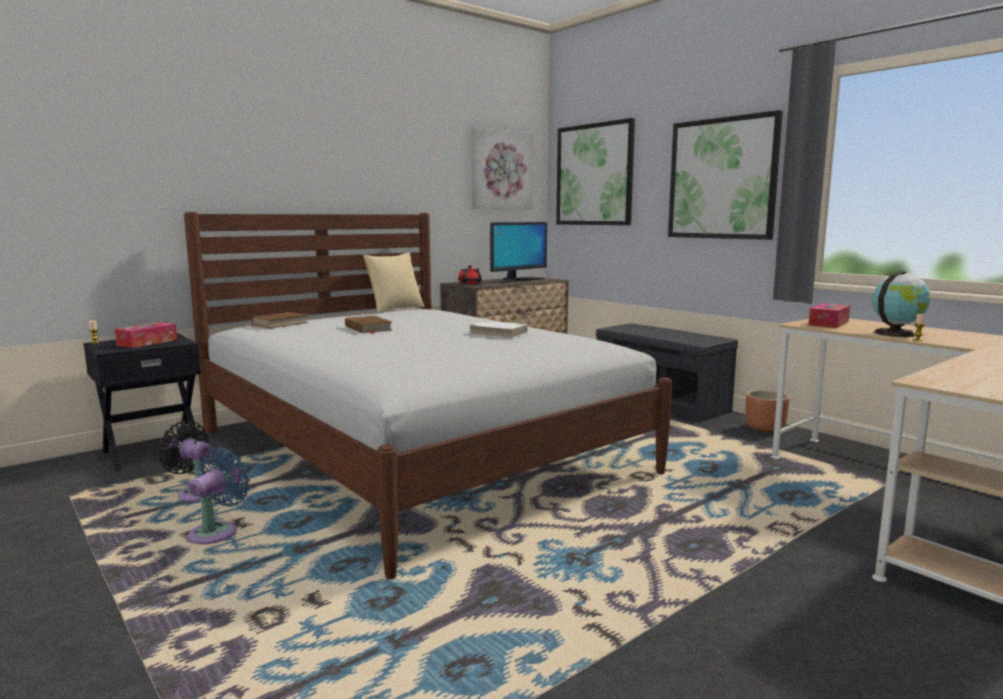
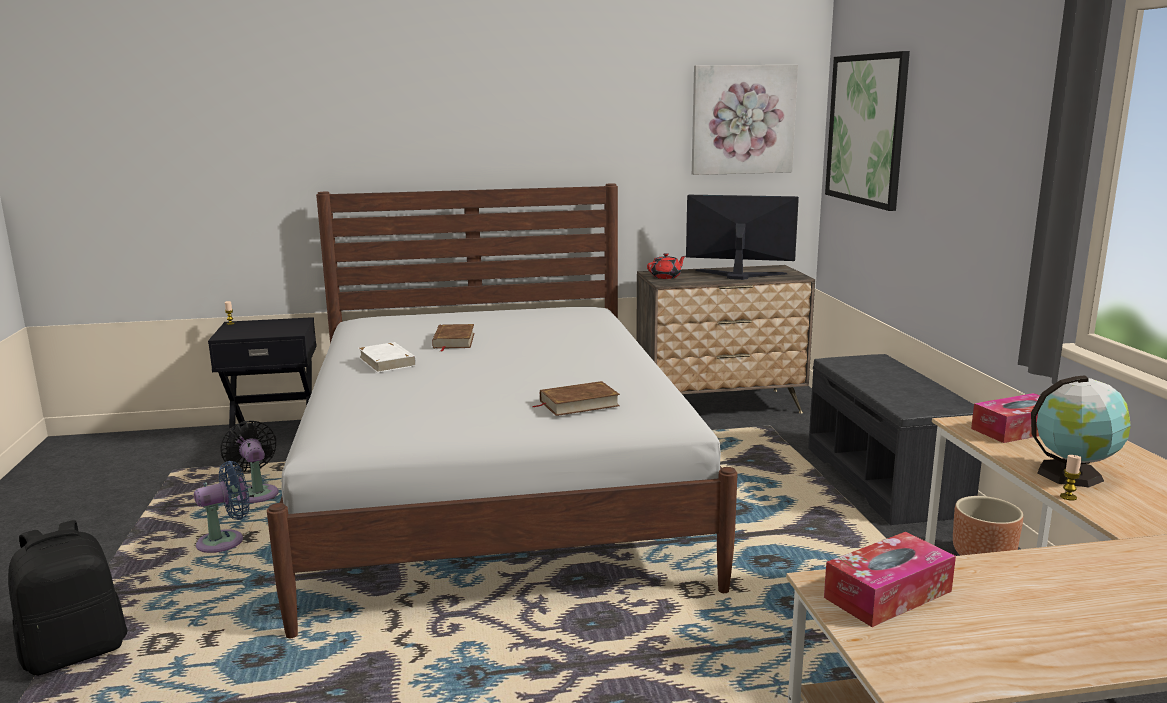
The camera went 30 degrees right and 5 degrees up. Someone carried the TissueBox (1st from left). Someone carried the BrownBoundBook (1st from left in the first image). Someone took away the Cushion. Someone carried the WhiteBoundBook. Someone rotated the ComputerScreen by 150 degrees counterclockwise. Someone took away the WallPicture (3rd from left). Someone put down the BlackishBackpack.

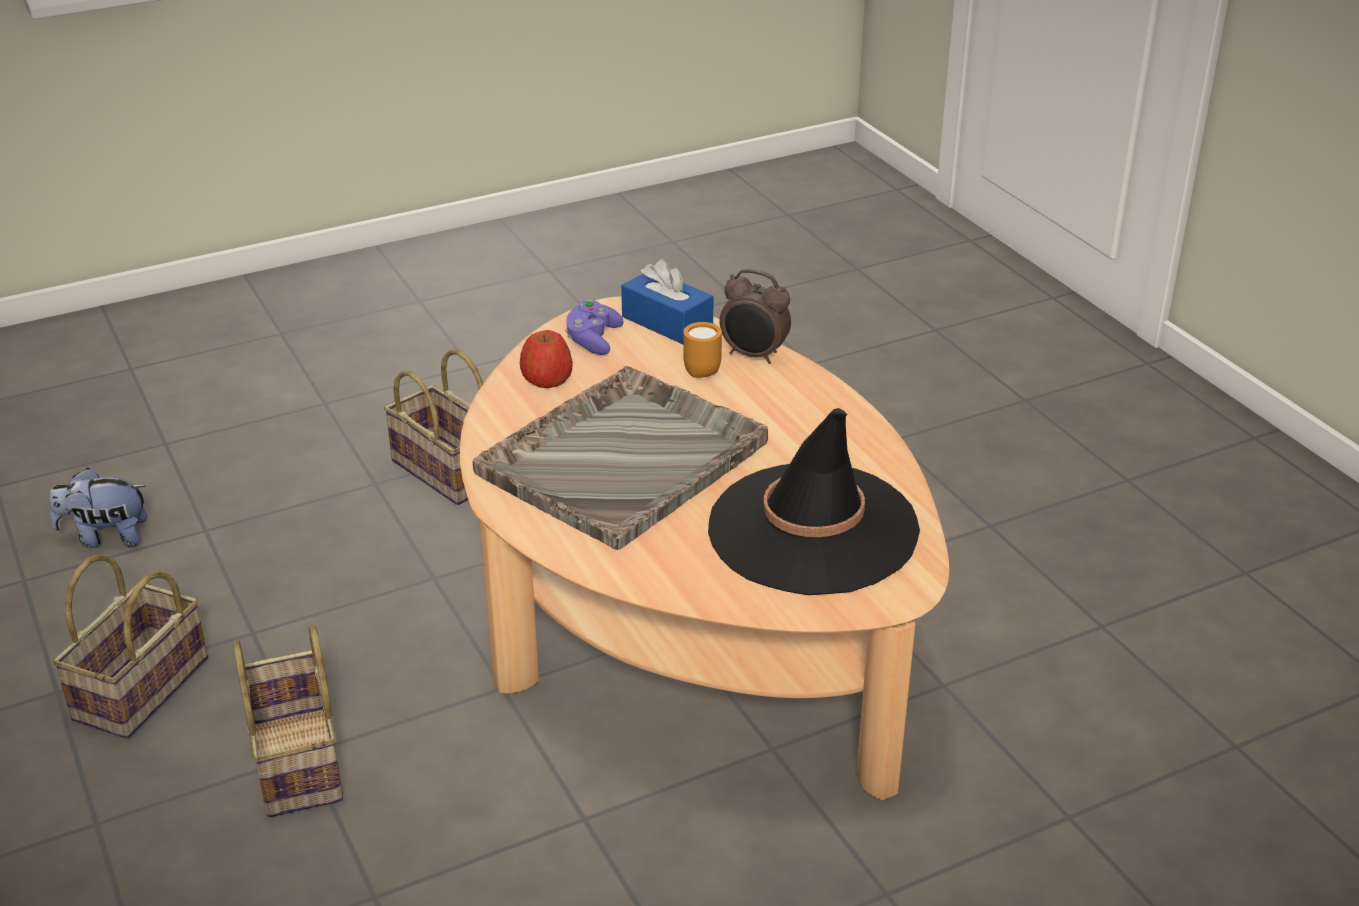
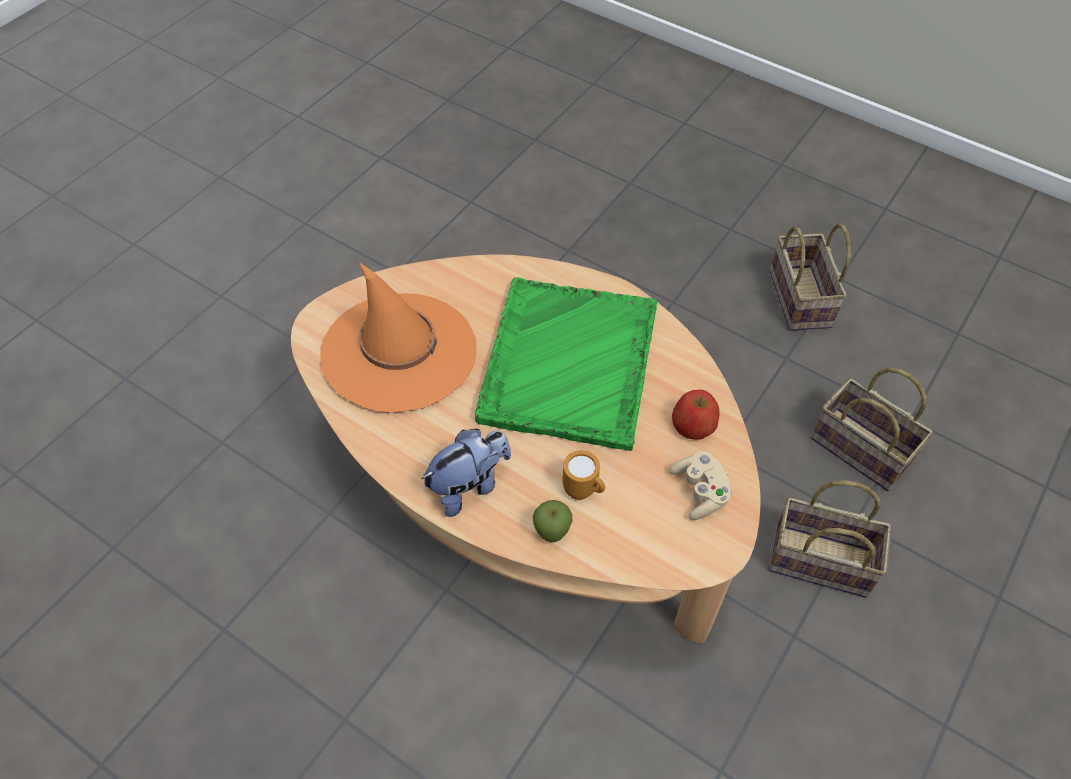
The camera went 150 degrees right and 20 degrees up. Someone carried the PlushToy. Someone carried the Basket (2nd from left in the first image). Someone repainted the GreyCarryingTray, which became the GreenishCarryingTray. Someone repainted the PurpleGamepad, which became the BeigeColouredGamepad. Someone took away the BlueColouredTissueBox. Someone repainted the BlackishHat, which became the OrangeColouredHat. Someone swapped the BedsideClock for the Apple (1st from left).

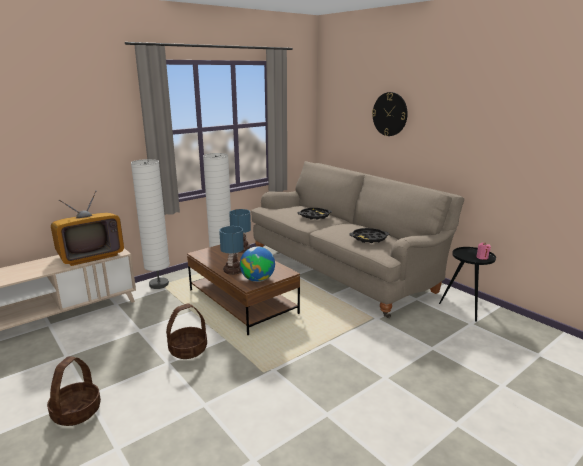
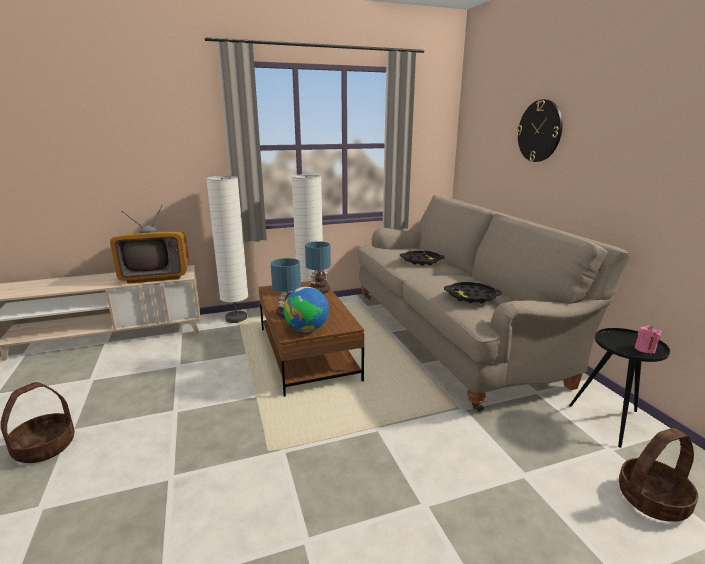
The camera went 20 degrees right and 0 degrees up. Someone carried the Basket (2nd from left).

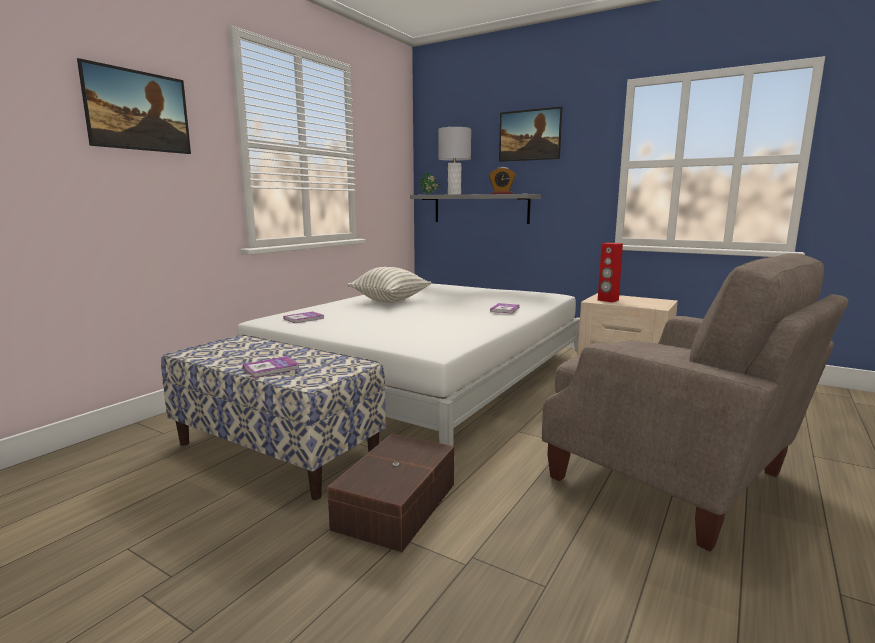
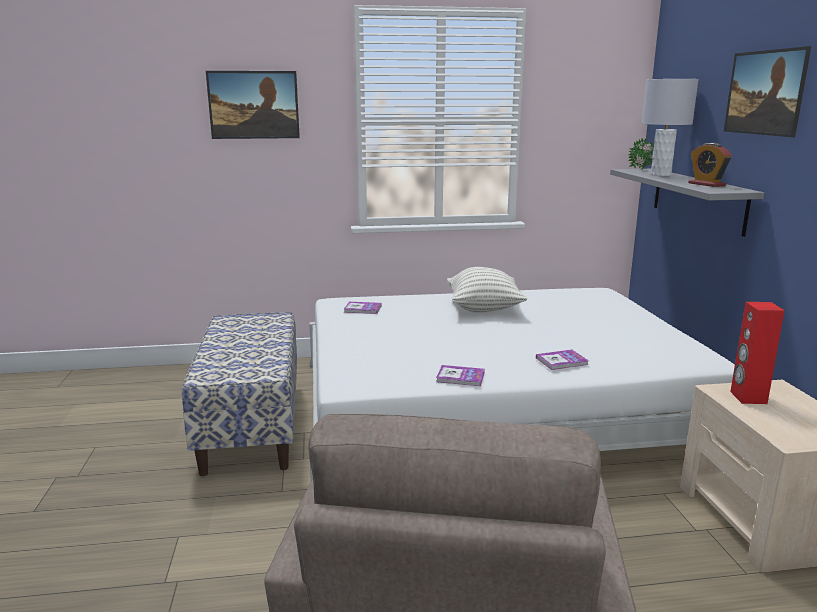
The camera went 50 degrees right and 5 degrees up. Someone carried the BoundBook (1st from left in the first image). Someone took away the BrownStorageBin.

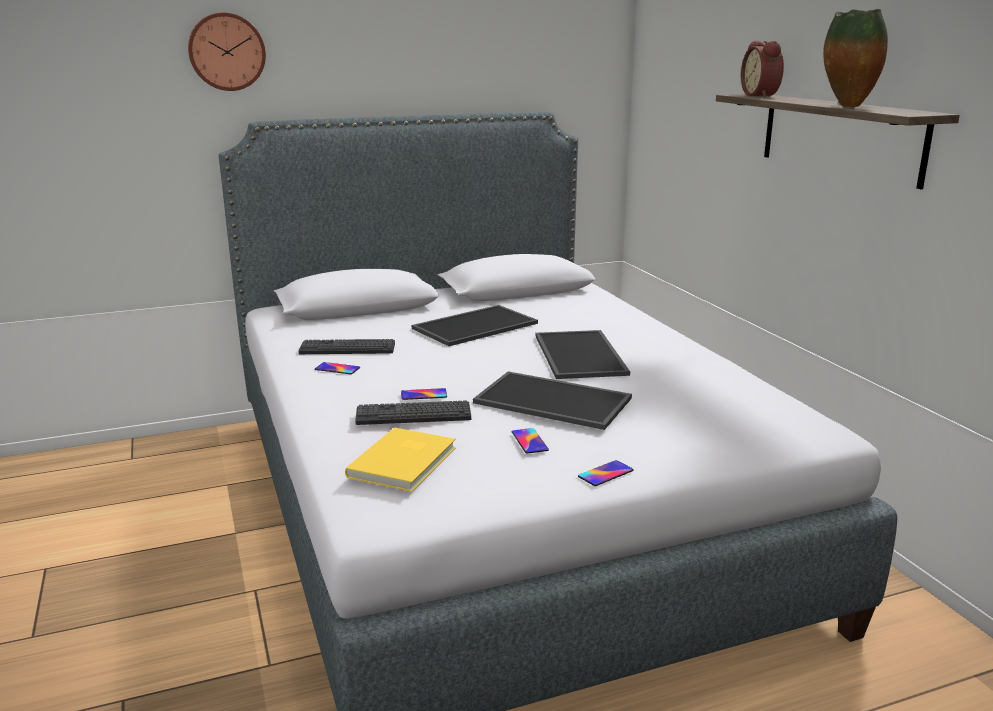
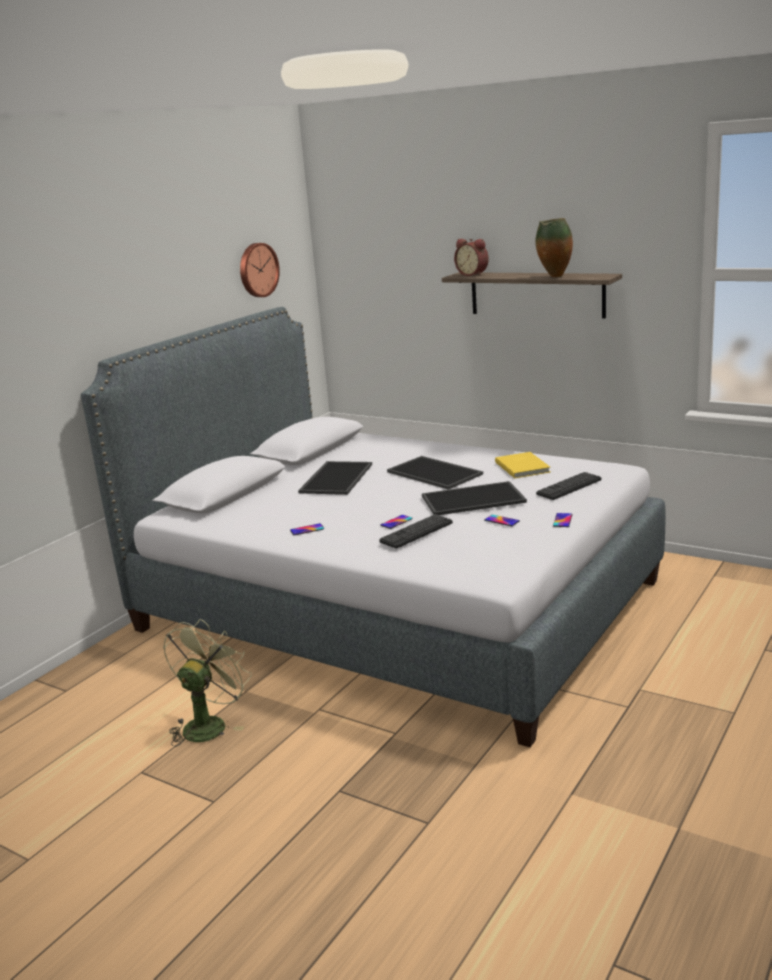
The camera went 35 degrees left and 0 degrees up. Someone carried the ClockOnTheWall. Someone carried the PcKeyboard (1st from left in the first image). Someone carried the YellowColouredBoundBook. Someone put down the GreenishFan.

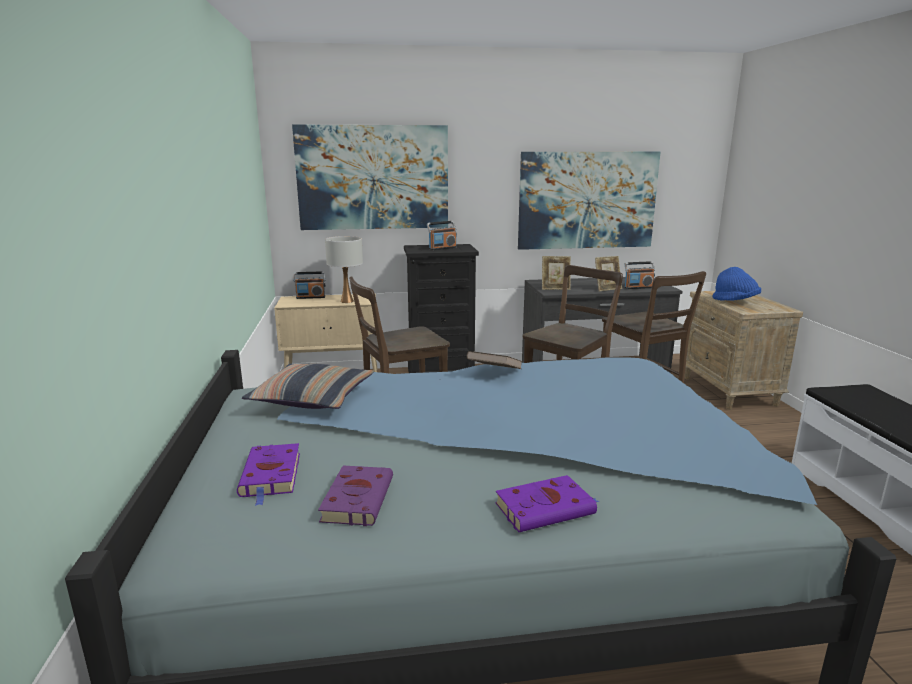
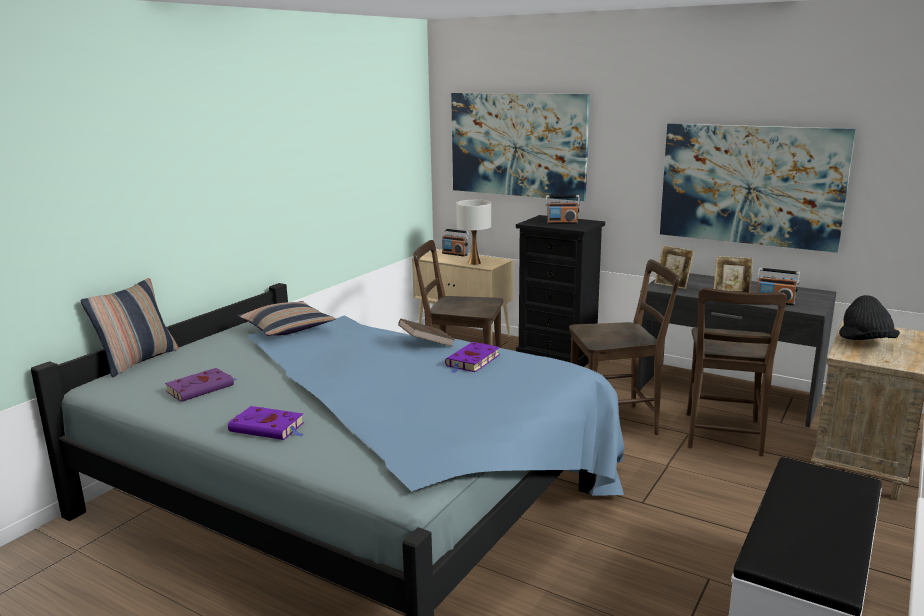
The camera went 40 degrees right and 0 degrees up. Someone carried the PurpleBoundBook (1st from left in the first image). Someone repainted the BlueColouredHat, which became the BlackishHat. Someone put down the Cushion (1st from left).

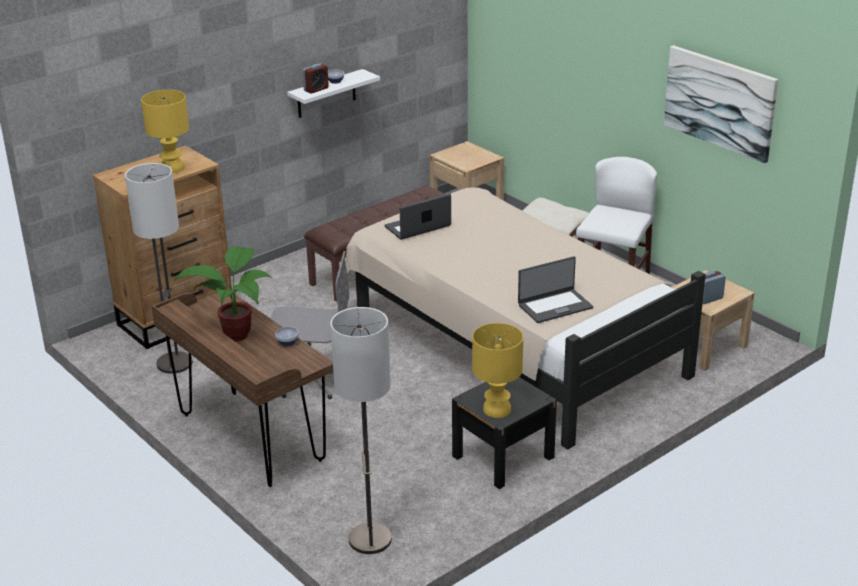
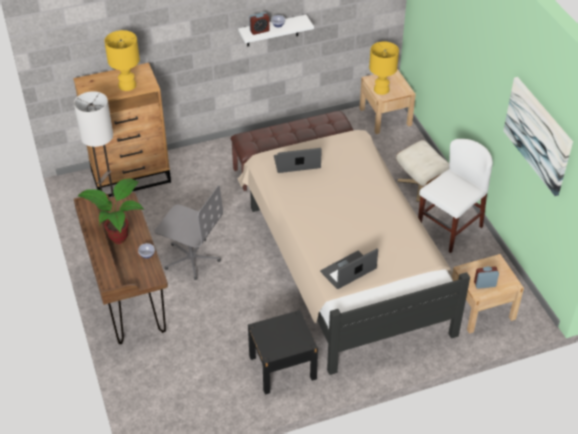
The camera went 20 degrees right and 15 degrees up. Someone took away the StandingLamp (2nd from left). Someone carried the YellowColouredTableLamp (2nd from left). Someone rotated the NotebookComputer (2nd from left) by 150 degrees clockwise.

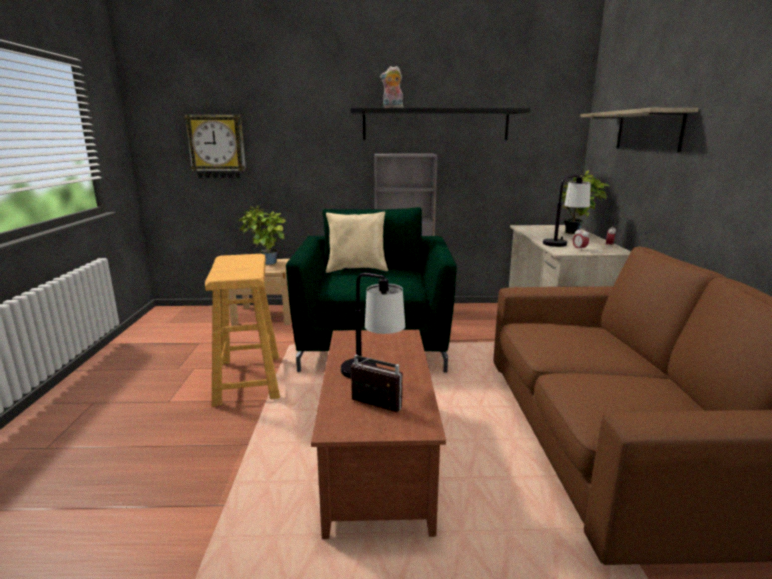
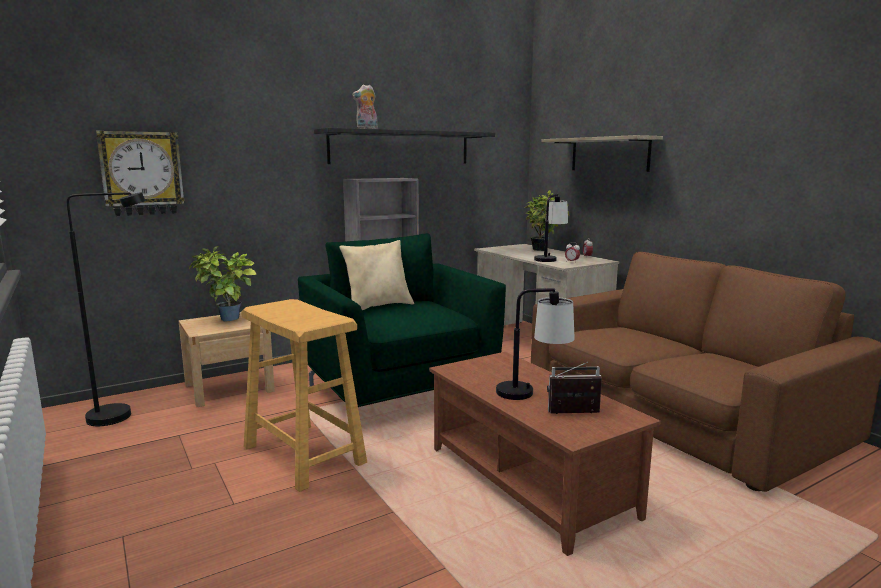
The camera went 30 degrees left and 5 degrees down. Someone put down the BlackishStandingLamp.

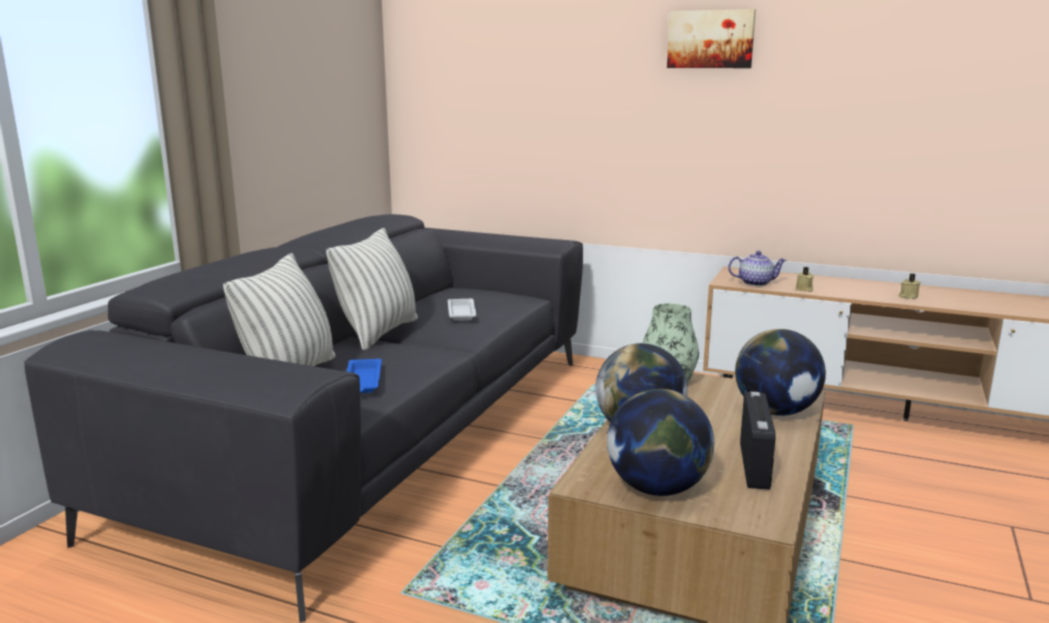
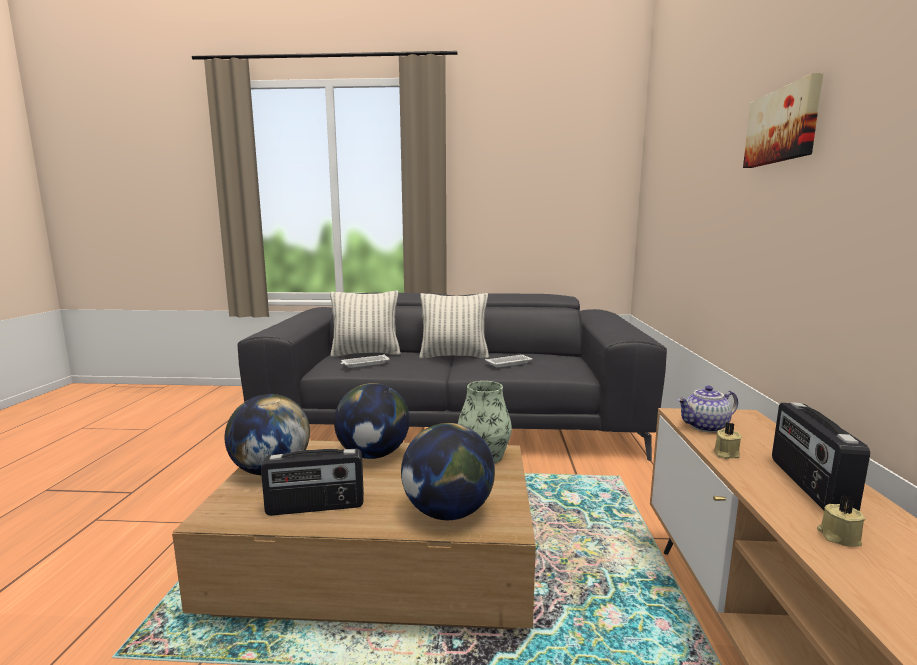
The camera went 70 degrees right and 5 degrees down. Someone repainted the BlueColouredCarryingTray, which became the WhiteCarryingTray (1st from left). Someone rotated the PotForTea by 90 degrees clockwise. Someone put down the RadioSet (2nd from left).

